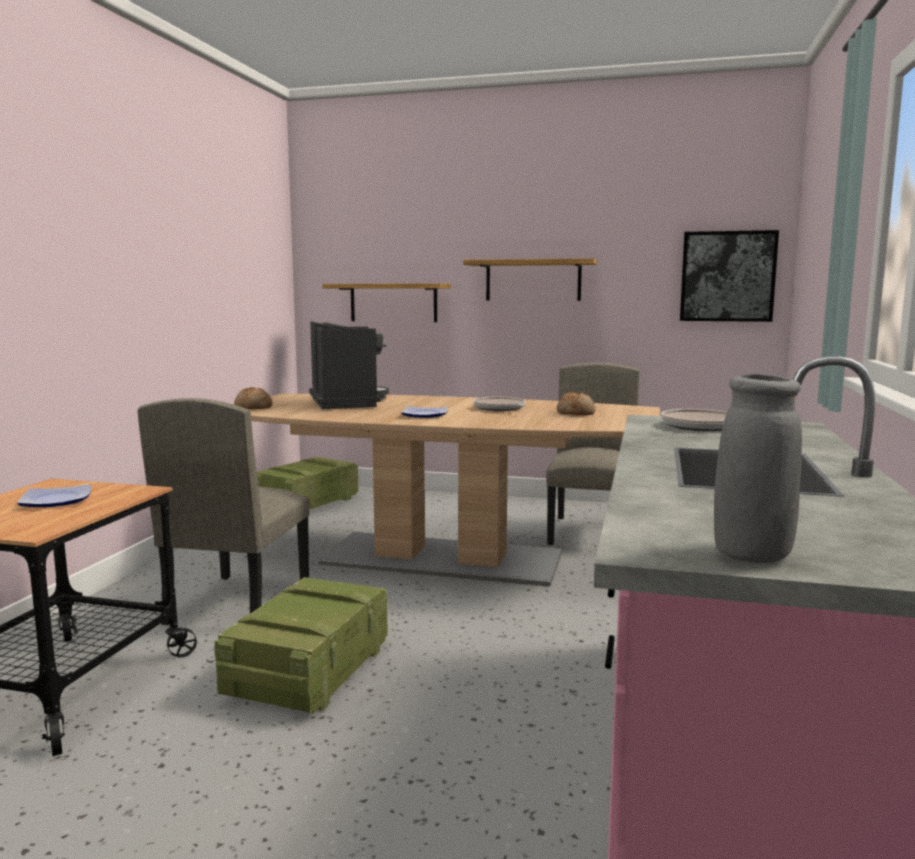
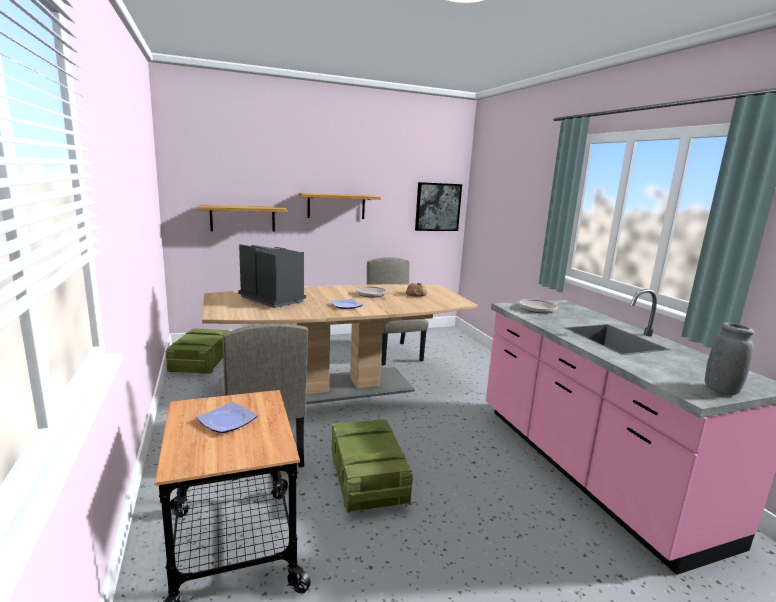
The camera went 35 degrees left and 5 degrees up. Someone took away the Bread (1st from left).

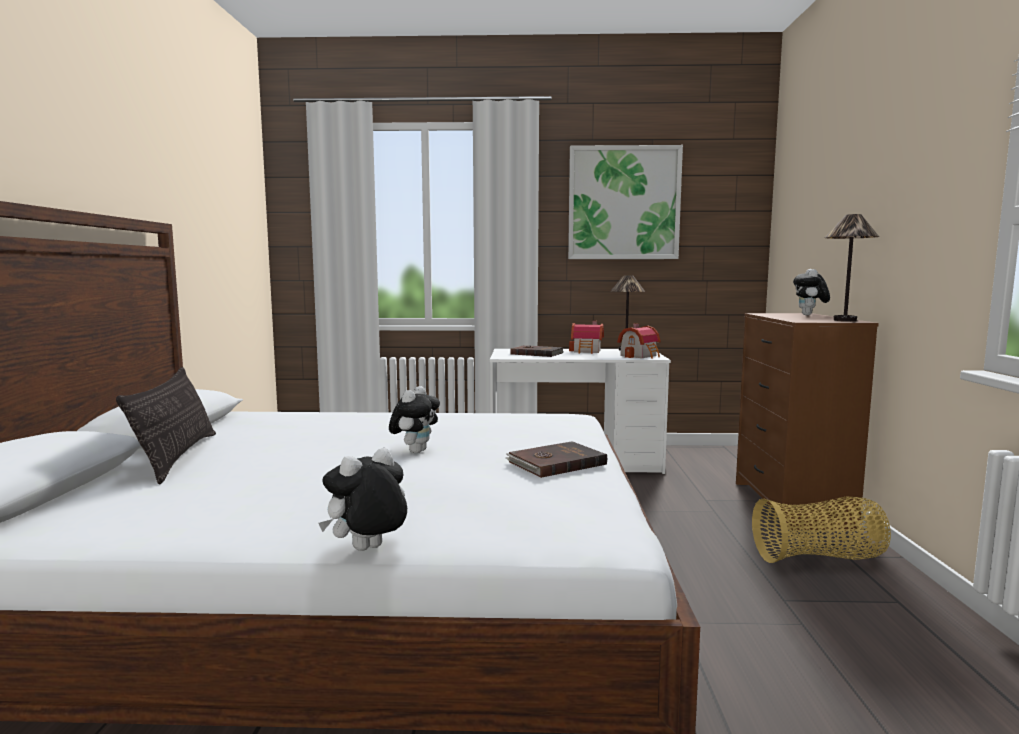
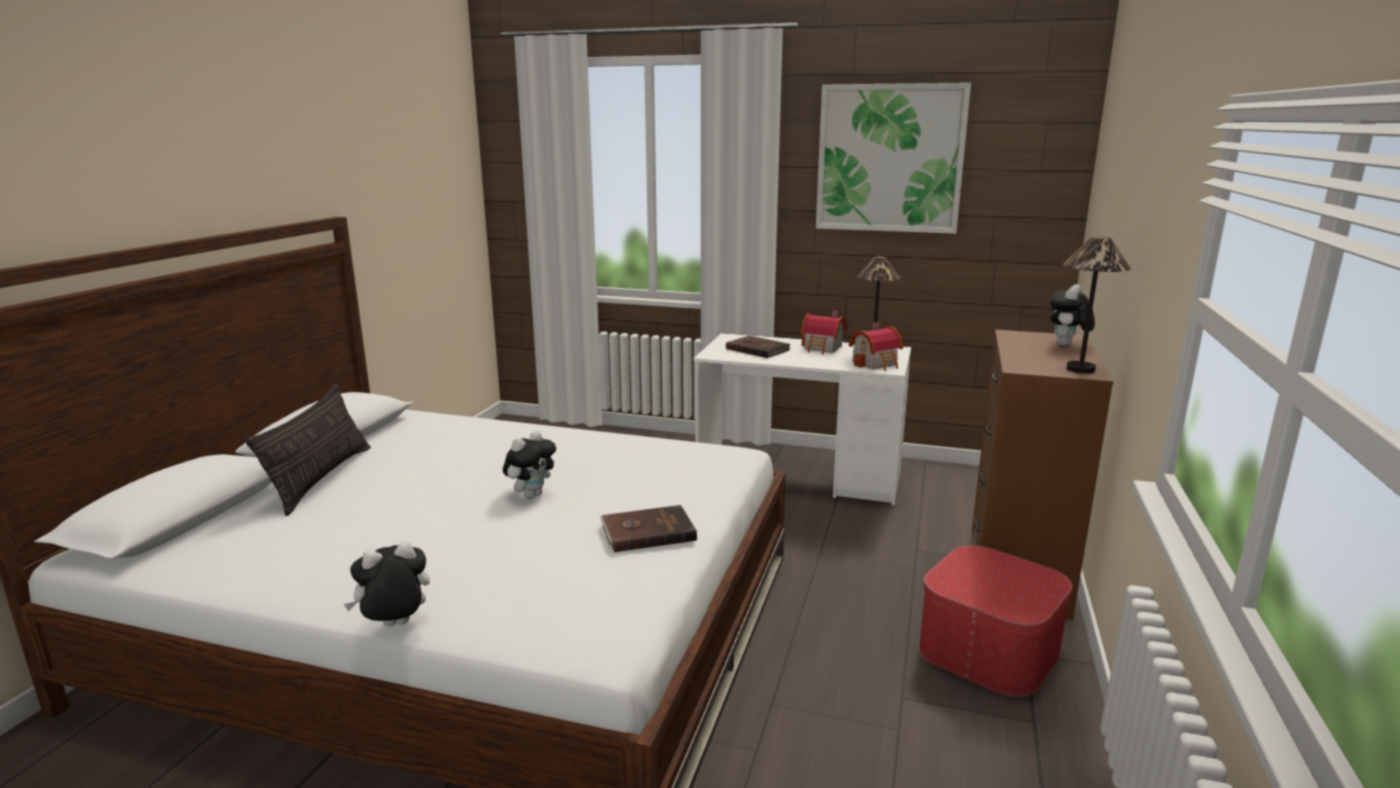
The camera went 15 degrees right and 10 degrees up. Someone swapped the Basket for the Footrest.

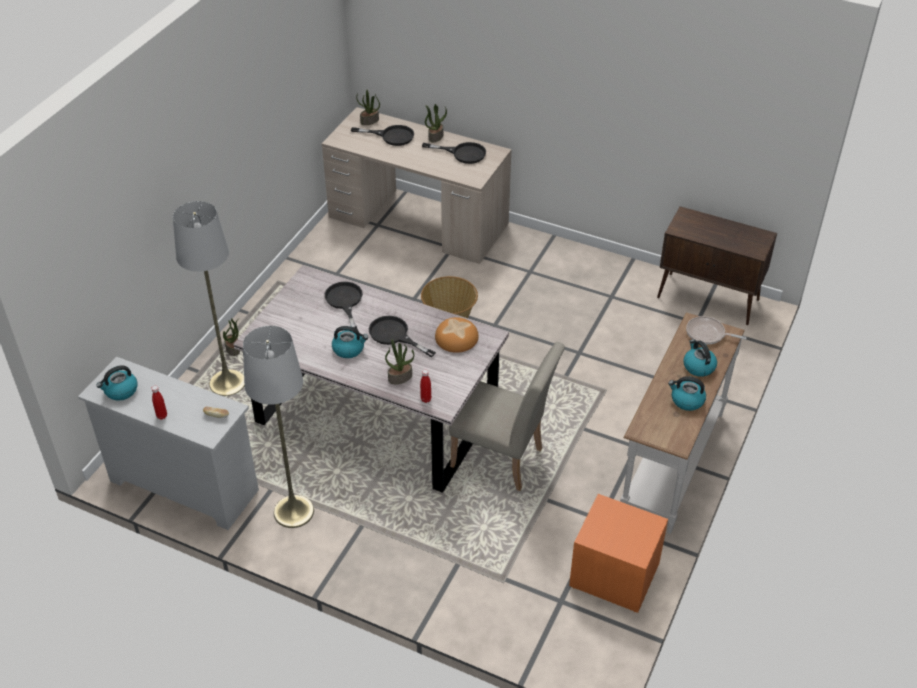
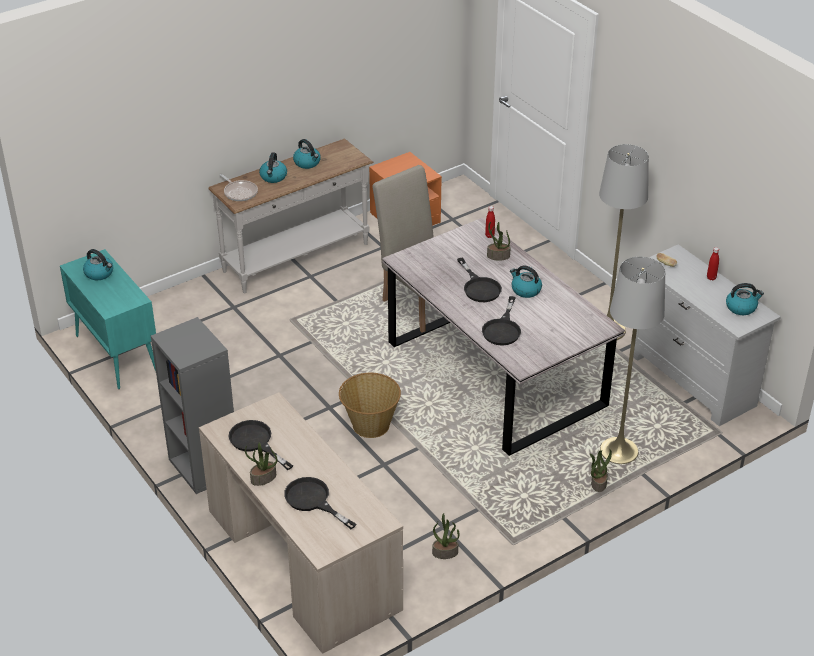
The camera went 150 degrees left and 5 degrees down. Someone carried the Houseplant (2nd from left). Someone took away the Bread (2nd from left). Someone repainted the BrownCabinet, which became the TurquoiseCabinet. Someone put down the TeaKettle (1st from left). Someone put down the GreyBookshelf.

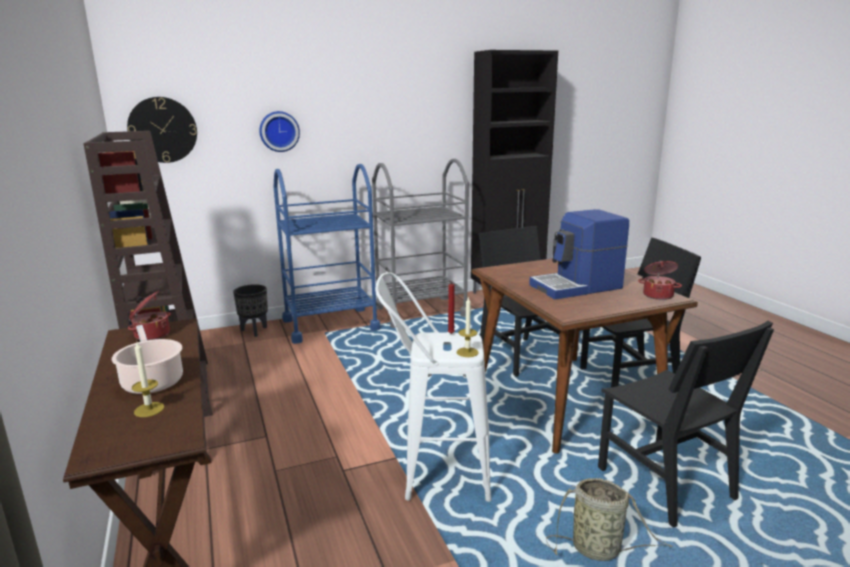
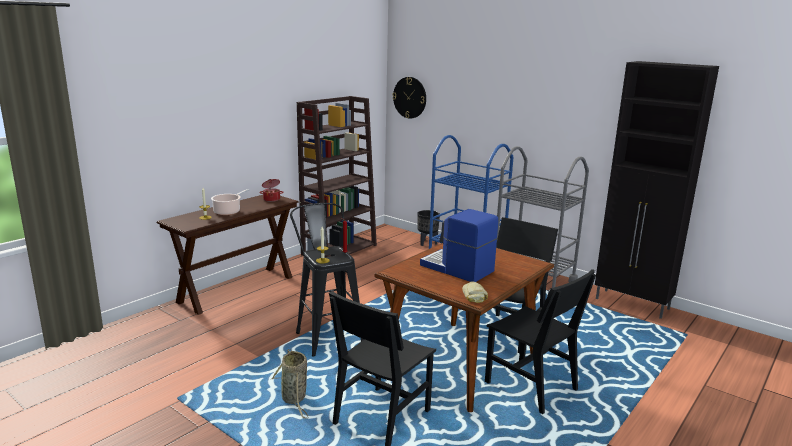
The camera went 60 degrees right and 0 degrees up. Someone took away the ClockOnTheWall (2nd from left). Someone repainted the WhiteSittingStool, which became the BlackishSittingStool. Someone swapped the Saucepot (3rd from left) for the Bread.

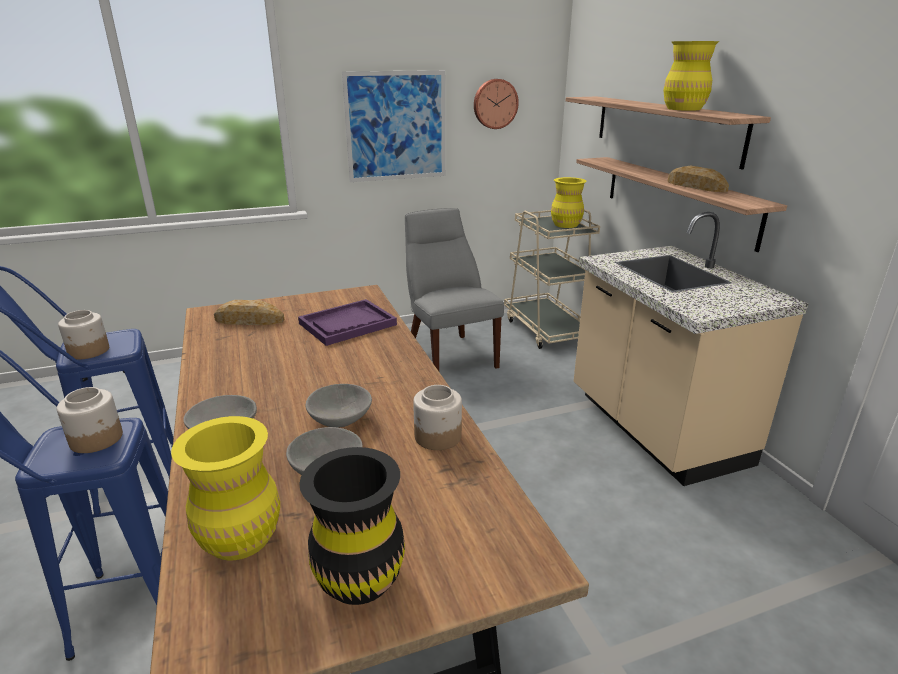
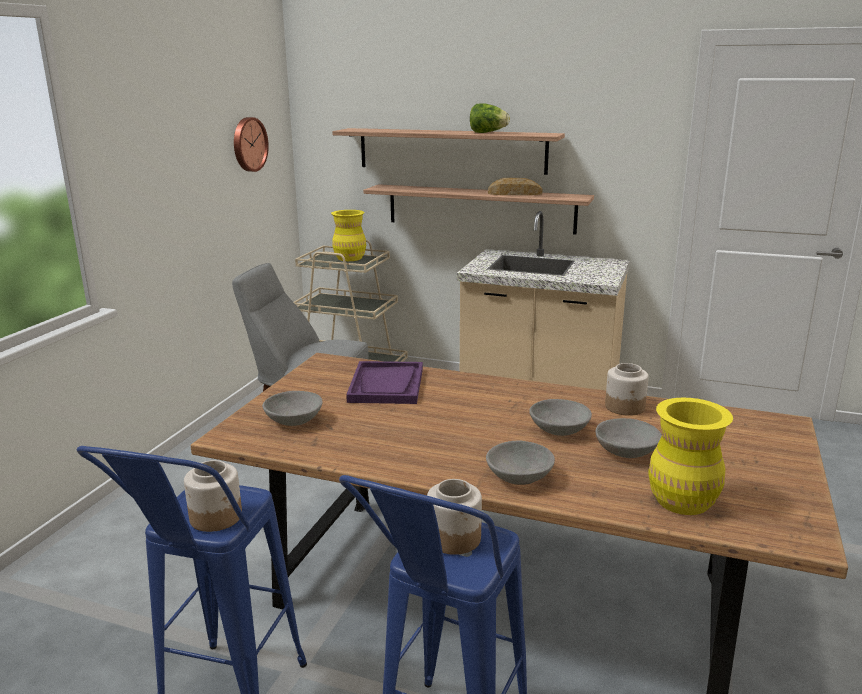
The camera went 50 degrees left and 5 degrees down. Someone swapped the Bread (1st from left) for the GreyServingBowl (1st from left). Someone took away the BlackishFlowerVase. Someone took away the WallPicture. Someone swapped the YellowColouredFlowerVase (3rd from left) for the LettuceHead.

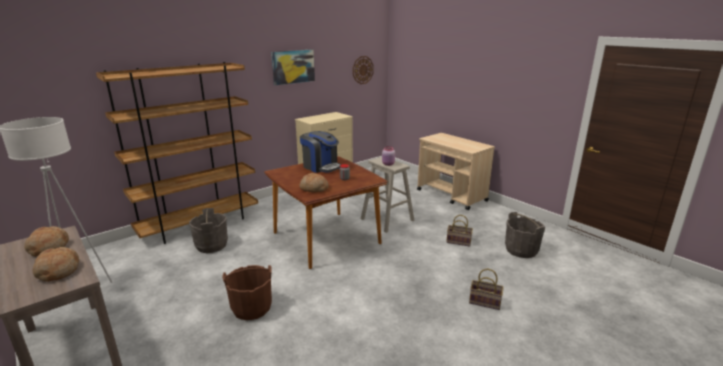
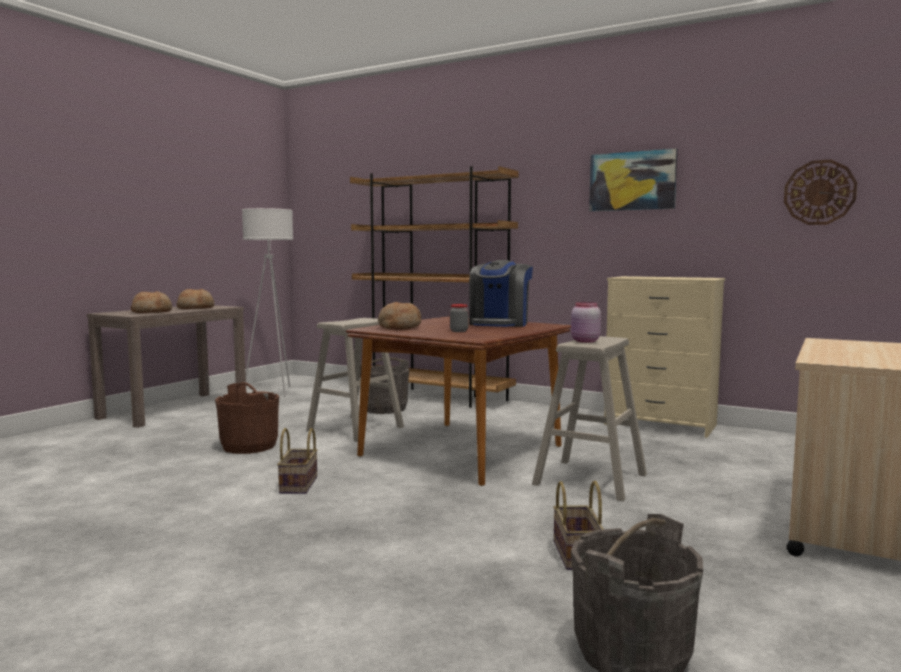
The camera went 70 degrees right and 15 degrees down. Someone carried the Basket (2nd from left in the first image). Someone put down the BeigeColouredSittingStool (1st from left).

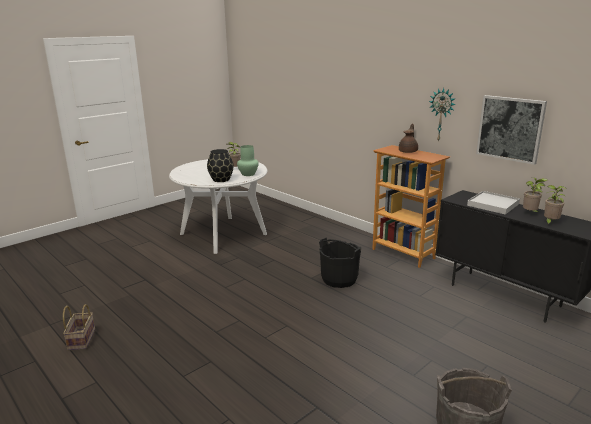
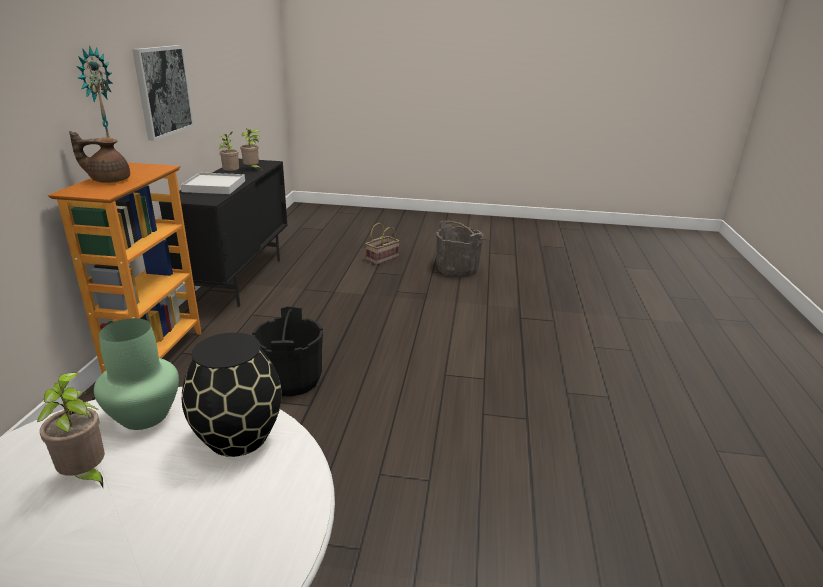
The camera went 130 degrees left and 5 degrees up. Someone carried the Basket.

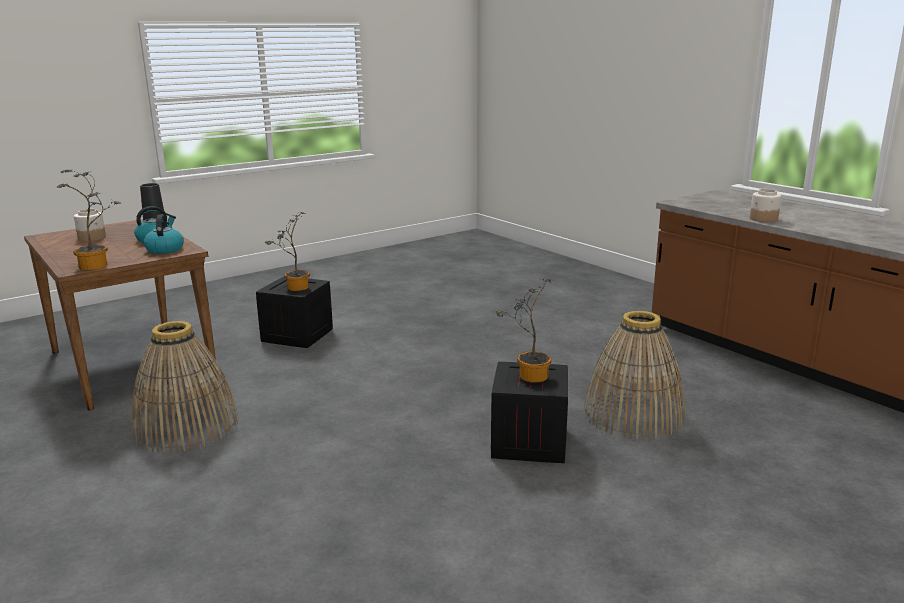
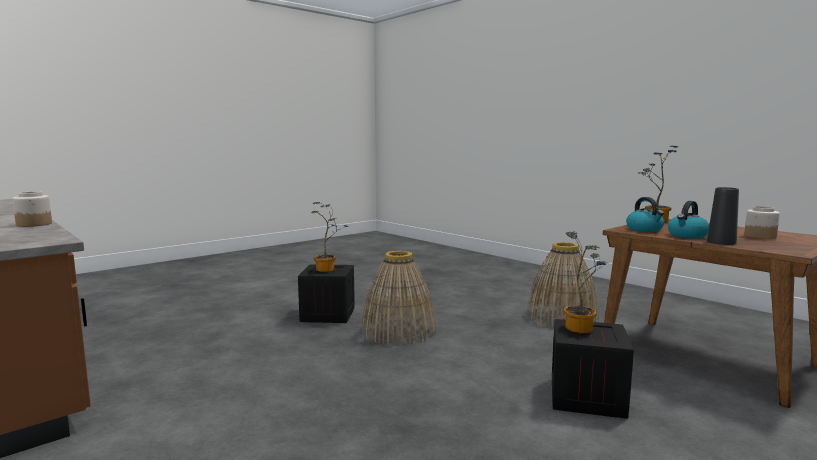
The camera went 175 degrees right and 10 degrees down. Someone carried the Basket (2nd from left in the first image).

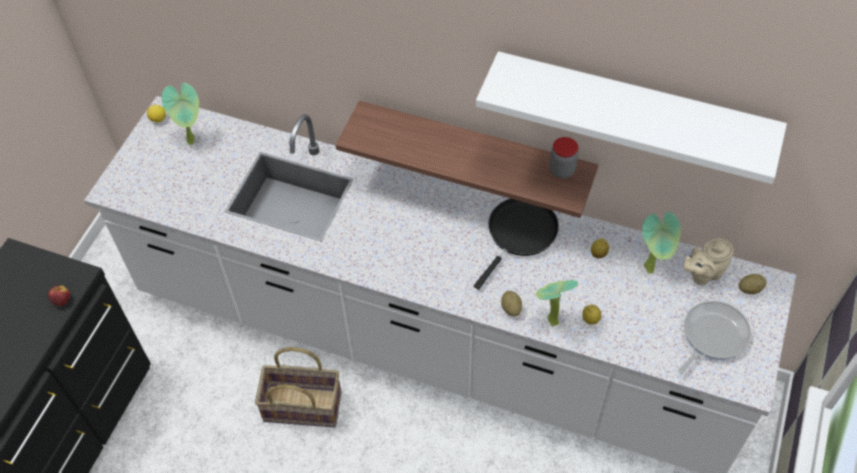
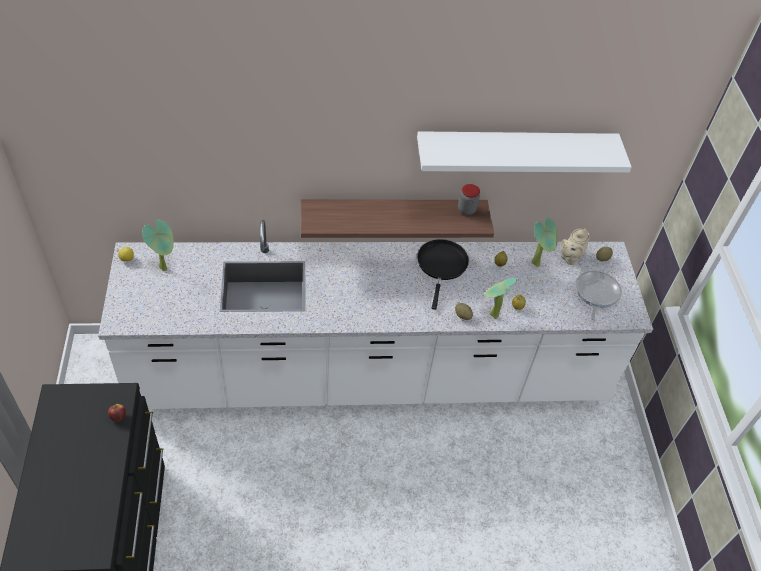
The camera went 30 degrees left and 5 degrees down. Someone took away the Basket.

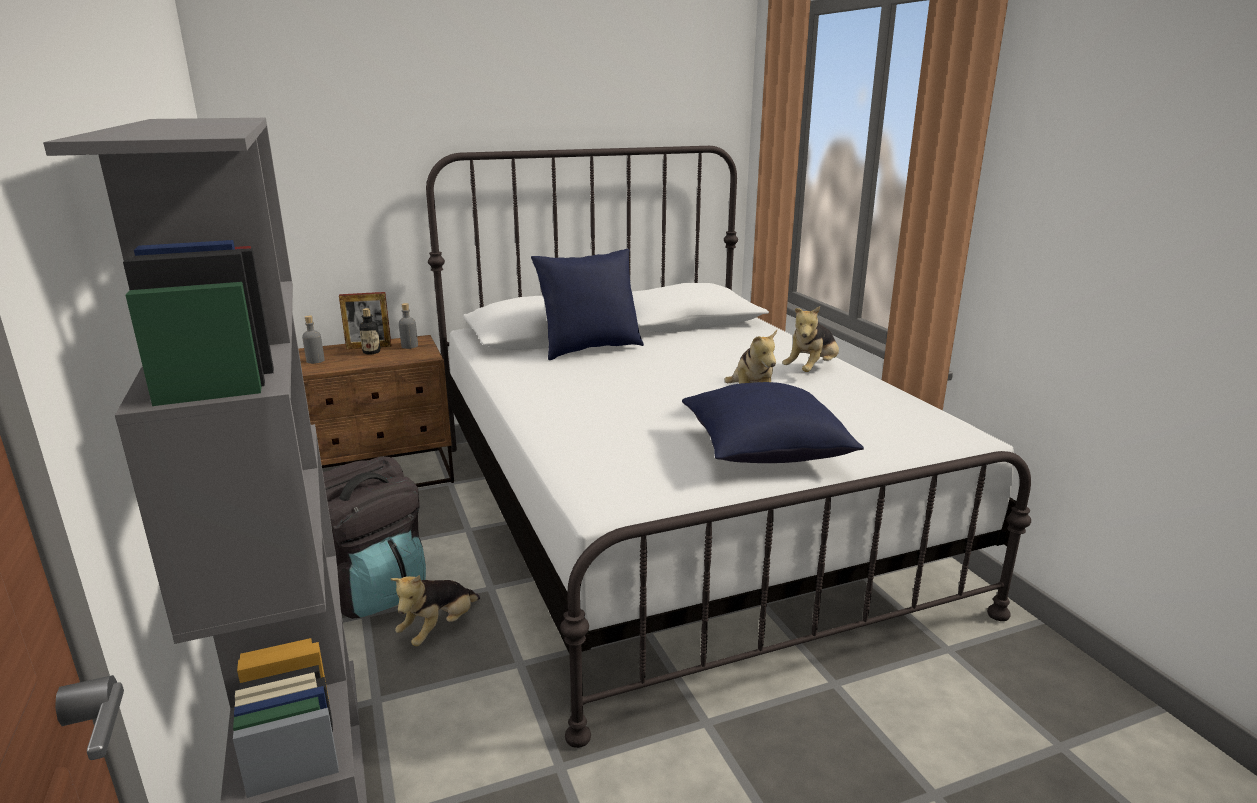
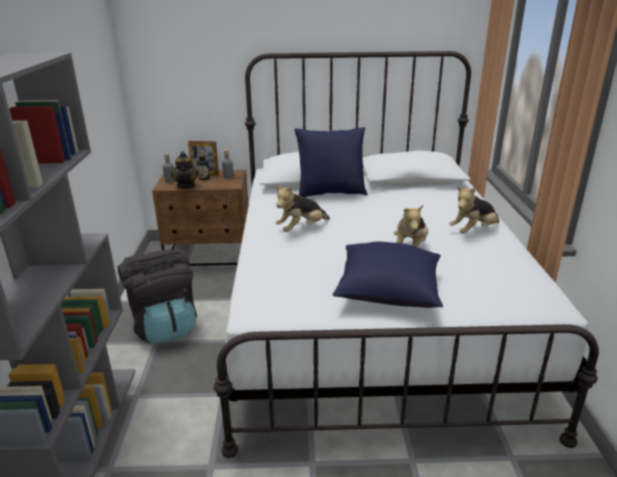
The camera went 20 degrees right and 5 degrees up. Someone carried the PlushToy (1st from left). Someone put down the PotForTea.

